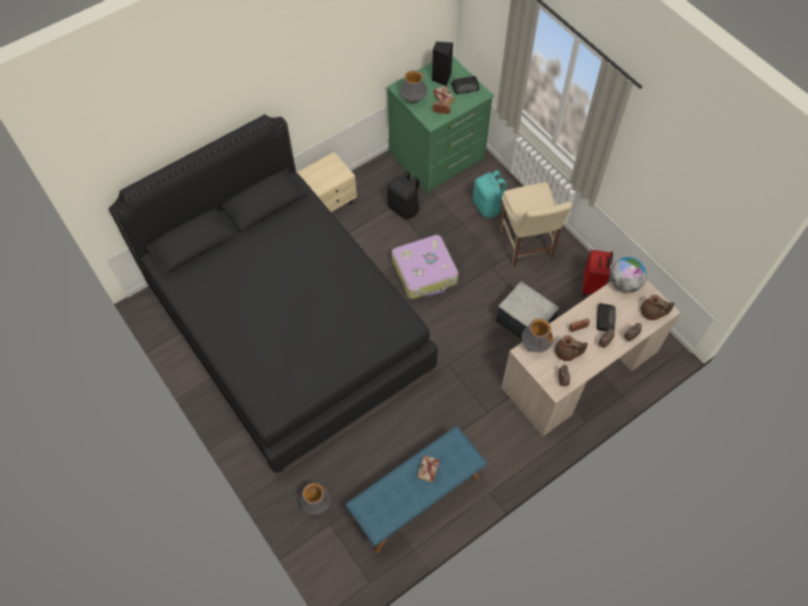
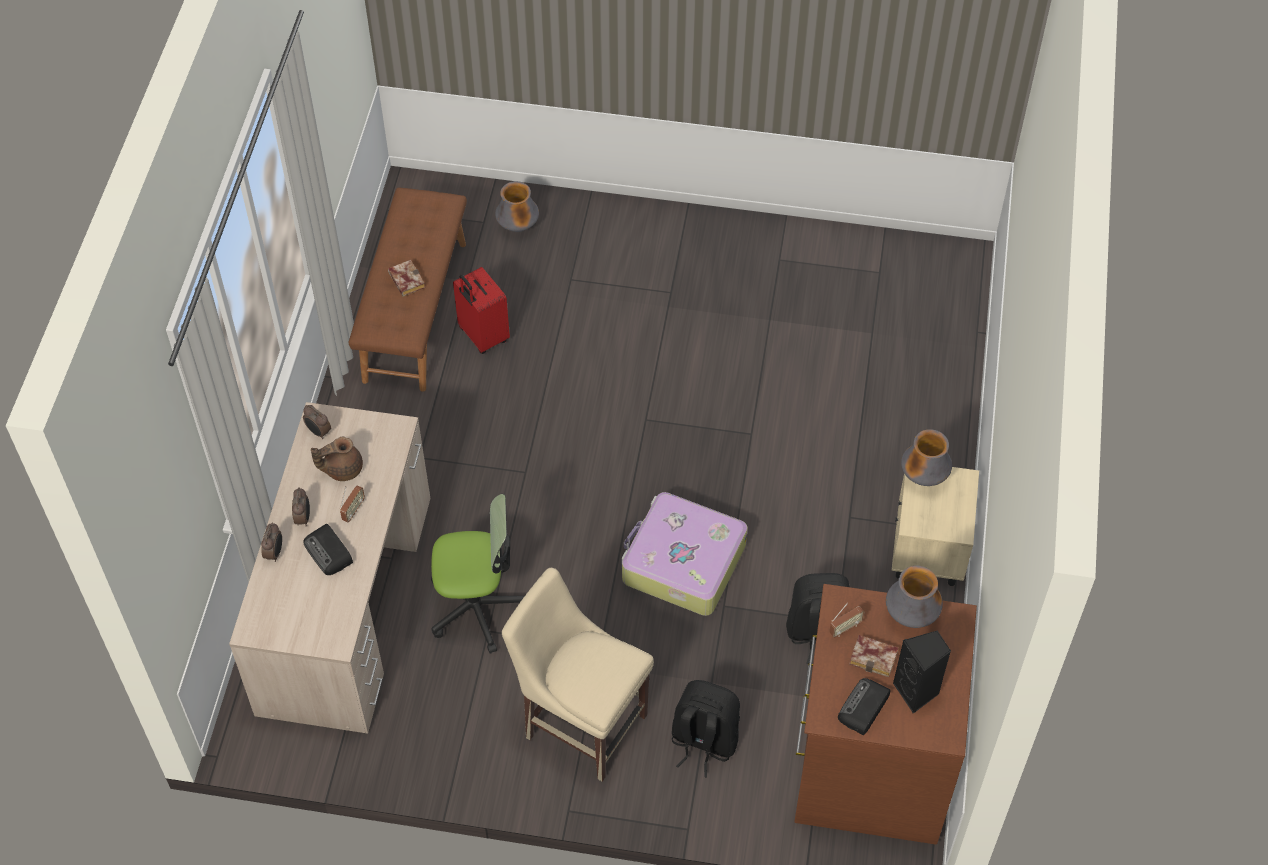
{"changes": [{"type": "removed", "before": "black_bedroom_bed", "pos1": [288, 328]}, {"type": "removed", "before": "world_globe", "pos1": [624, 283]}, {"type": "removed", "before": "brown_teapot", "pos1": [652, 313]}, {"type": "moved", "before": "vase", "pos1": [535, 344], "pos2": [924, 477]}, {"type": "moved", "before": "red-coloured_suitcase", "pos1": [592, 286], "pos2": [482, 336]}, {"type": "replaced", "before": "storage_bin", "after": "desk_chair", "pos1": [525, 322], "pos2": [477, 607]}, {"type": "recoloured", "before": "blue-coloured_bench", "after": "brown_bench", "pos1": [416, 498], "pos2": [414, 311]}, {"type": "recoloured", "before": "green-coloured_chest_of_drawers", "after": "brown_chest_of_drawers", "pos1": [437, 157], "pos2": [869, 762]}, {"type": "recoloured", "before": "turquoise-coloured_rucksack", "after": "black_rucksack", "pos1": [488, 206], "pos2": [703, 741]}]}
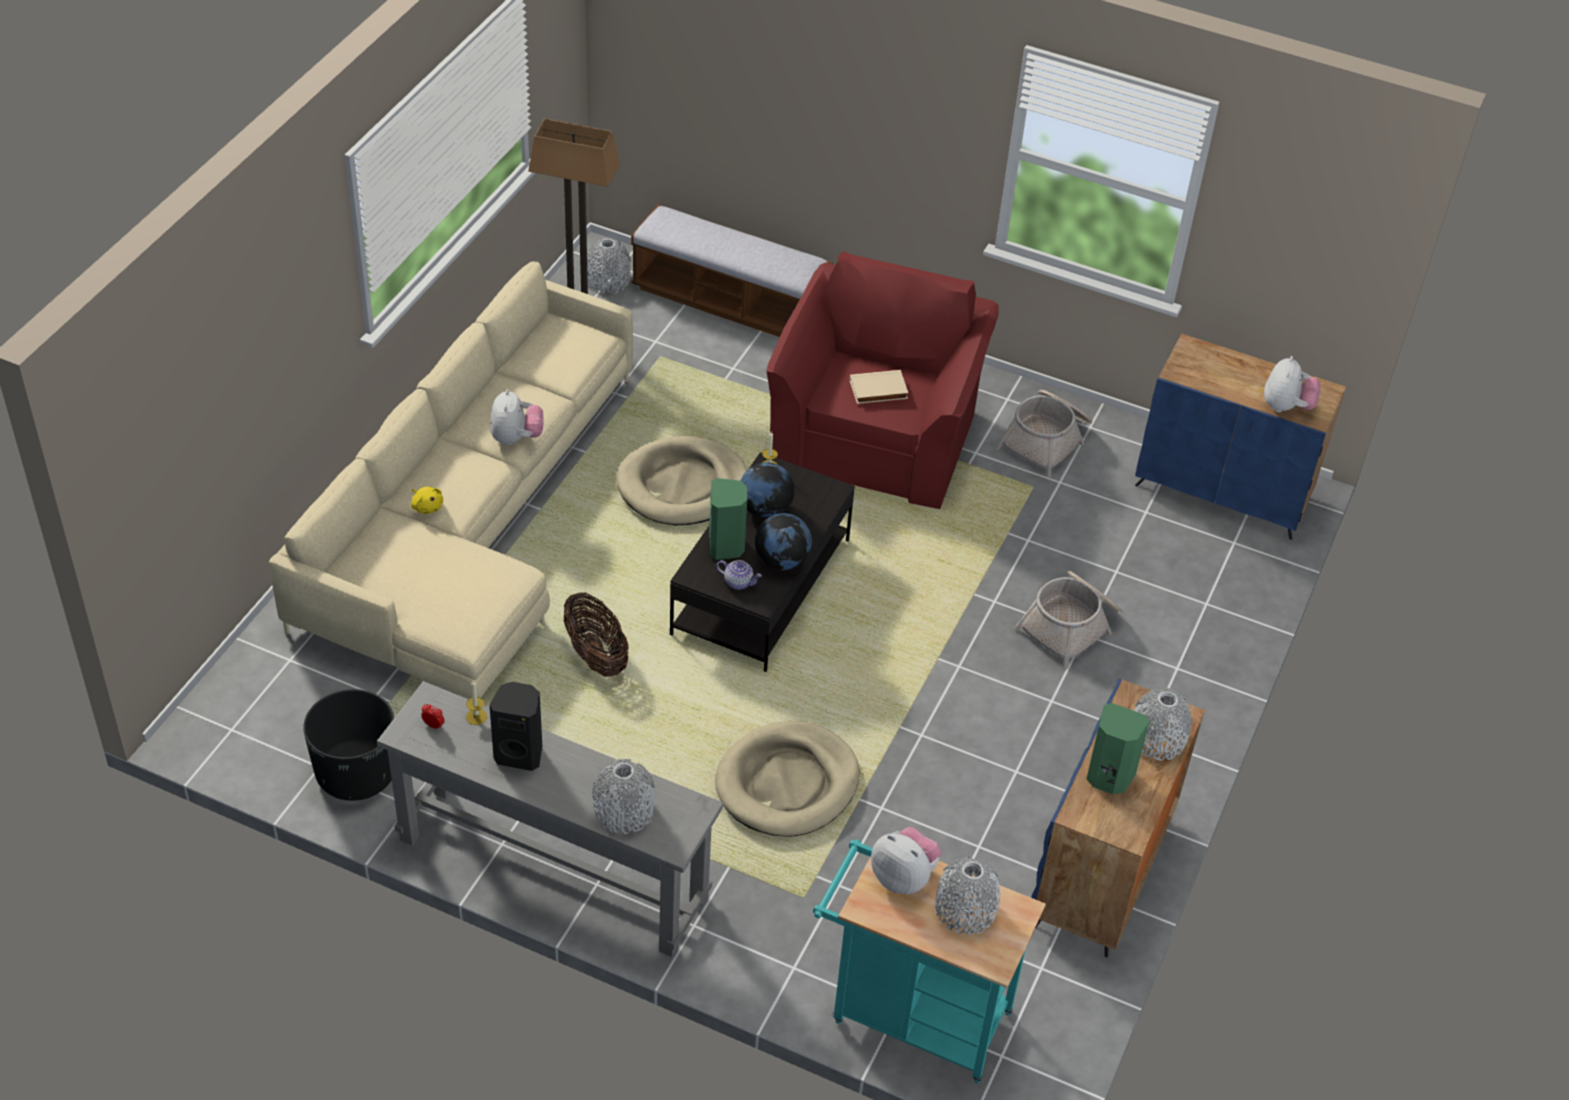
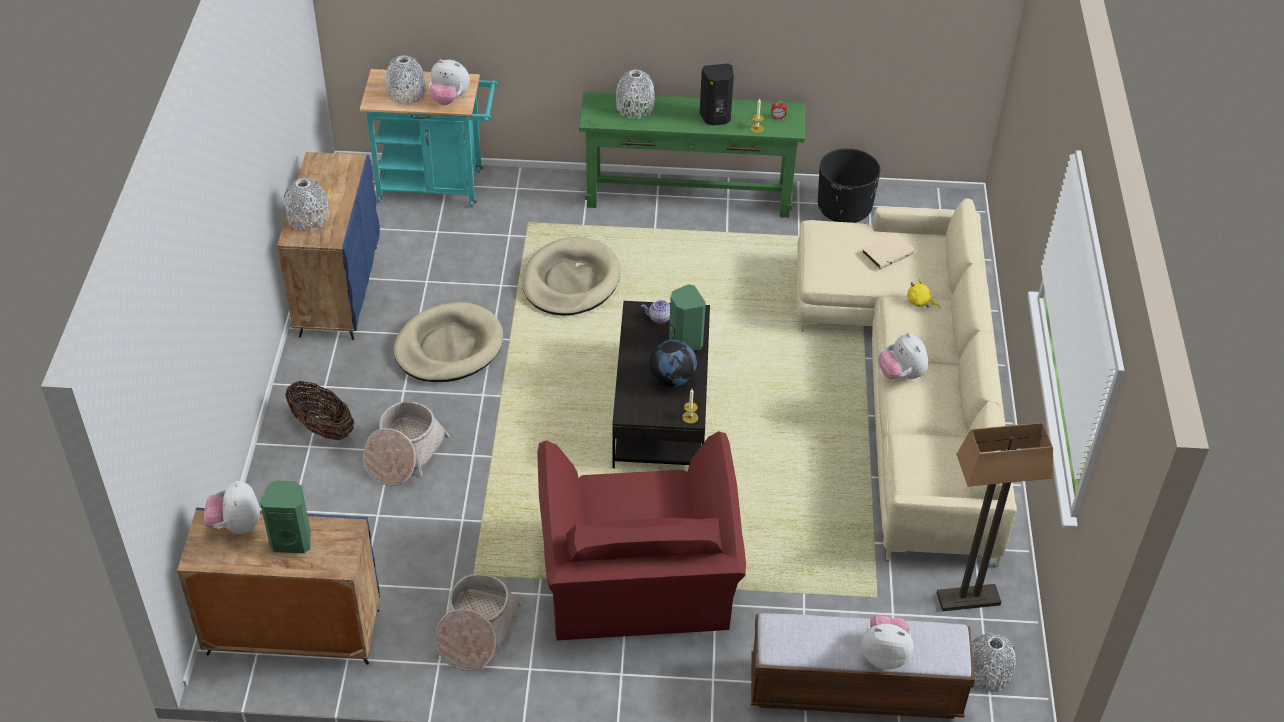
{"changes": [{"type": "removed", "before": "world_globe", "pos1": [782, 561]}, {"type": "added", "after": "soft_toy", "pos2": [884, 654]}, {"type": "moved", "before": "household_basket", "pos1": [596, 655], "pos2": [323, 428]}, {"type": "moved", "before": "beige-coloured_dog_cushion", "pos1": [683, 486], "pos2": [448, 347]}, {"type": "moved", "before": "beige-coloured_book", "pos1": [878, 390], "pos2": [886, 253]}, {"type": "moved", "before": "green-coloured_loudspeaker", "pos1": [1108, 777], "pos2": [292, 540]}, {"type": "recoloured", "before": "gray_console_table", "after": "green-coloured_console_table", "pos1": [553, 868], "pos2": [688, 195]}]}
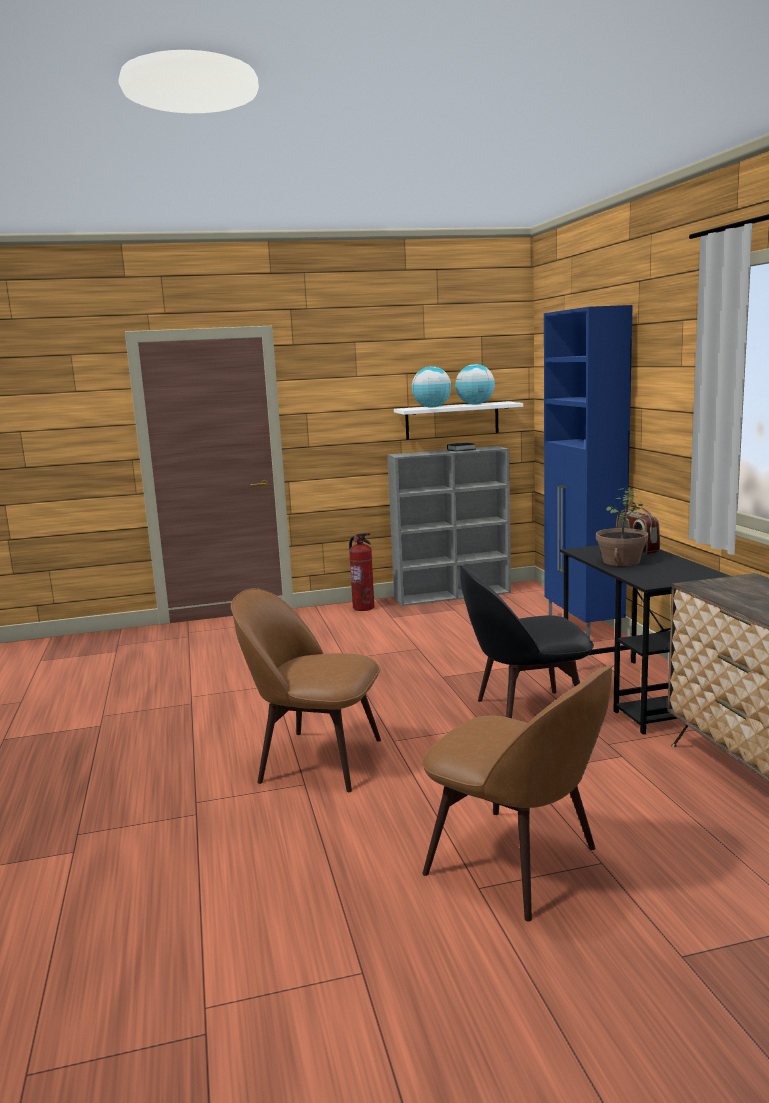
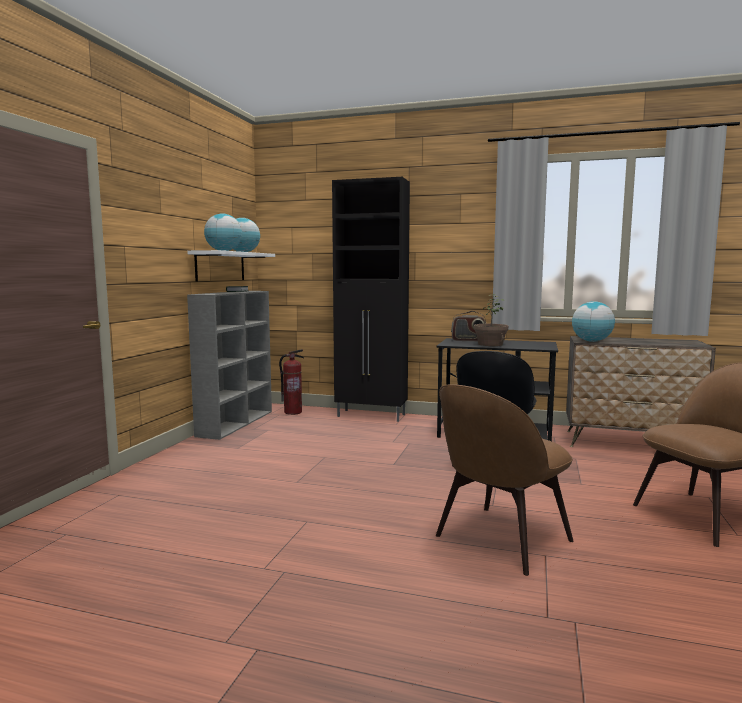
{"changes": [{"type": "added", "after": "world_globe", "pos2": [591, 341]}, {"type": "moved", "before": "extinguisher", "pos1": [363, 607], "pos2": [293, 412]}, {"type": "recoloured", "before": "blue-coloured_cupboard", "after": "black_cupboard", "pos1": [583, 627], "pos2": [372, 416]}]}
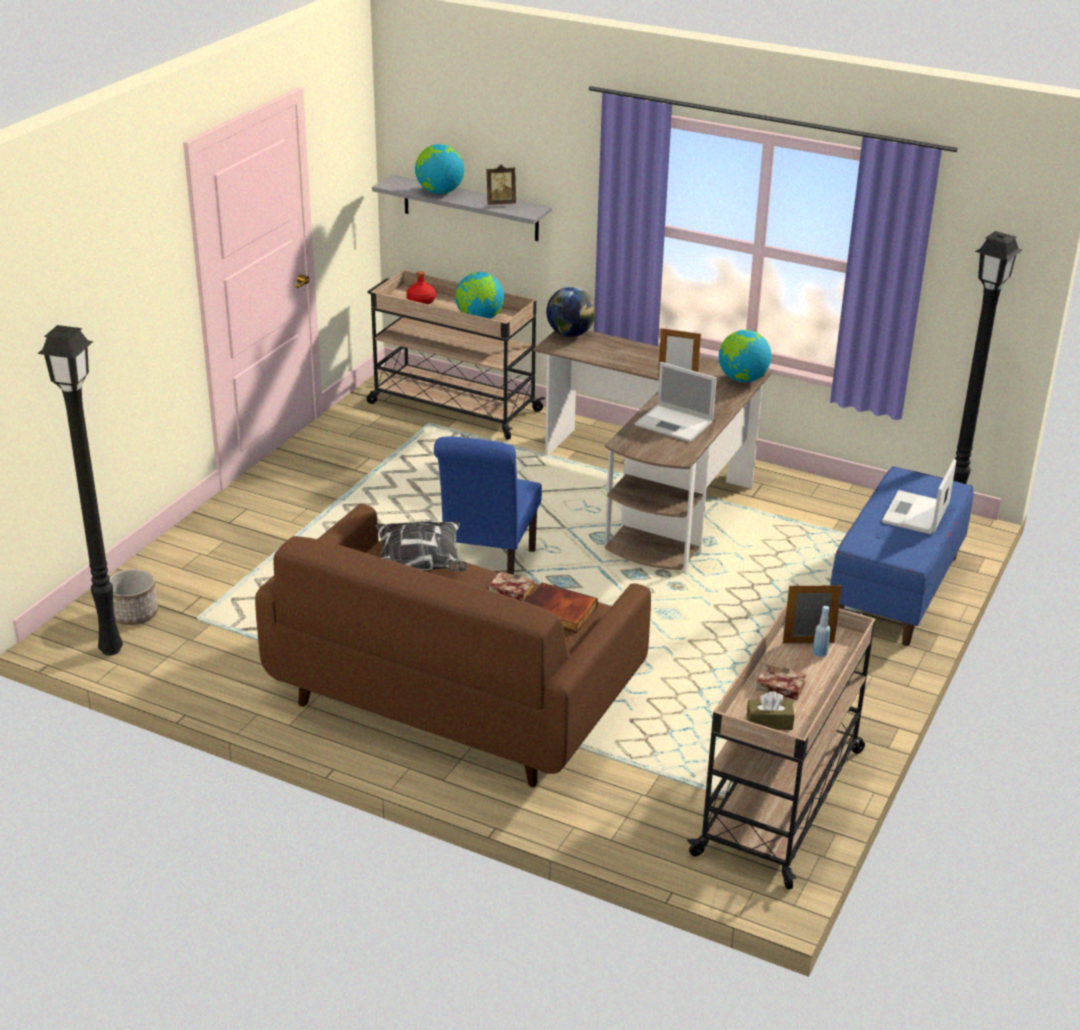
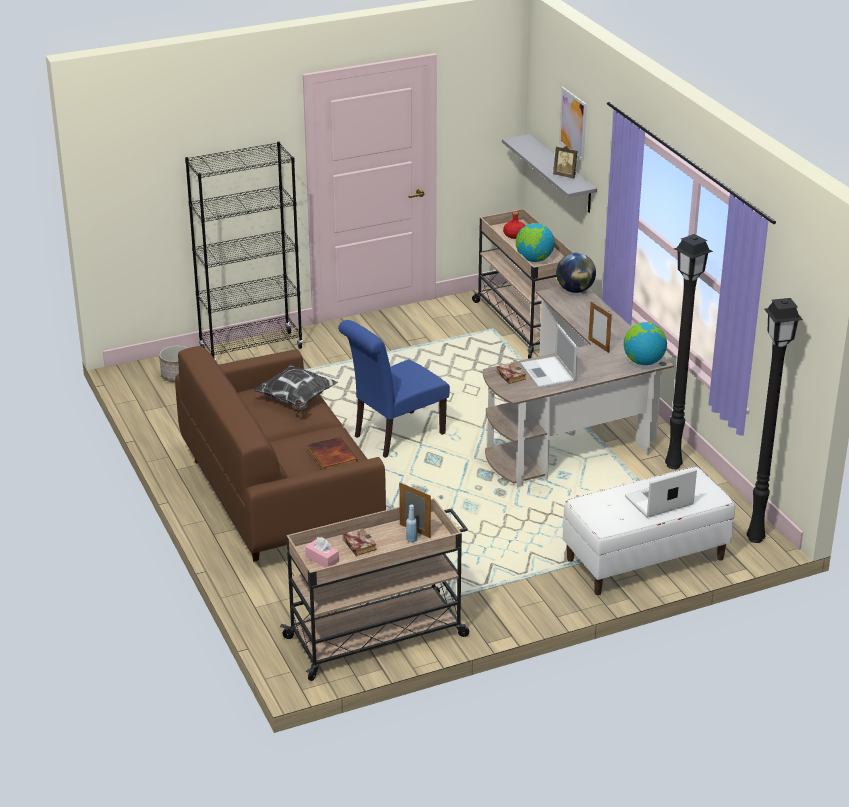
{"changes": [{"type": "removed", "before": "world_globe", "pos1": [439, 192]}, {"type": "added", "after": "black_shelving_unit", "pos2": [251, 349]}, {"type": "added", "after": "picture", "pos2": [573, 123]}, {"type": "moved", "before": "black_standing_lamp", "pos1": [109, 650], "pos2": [671, 465]}, {"type": "moved", "before": "book", "pos1": [509, 591], "pos2": [509, 375]}, {"type": "recoloured", "before": "brown_tissue_box", "after": "pink-coloured_tissue_box", "pos1": [769, 722], "pos2": [322, 559]}, {"type": "recoloured", "before": "blue-coloured_bench", "after": "white-coloured_bench", "pos1": [896, 590], "pos2": [645, 560]}]}
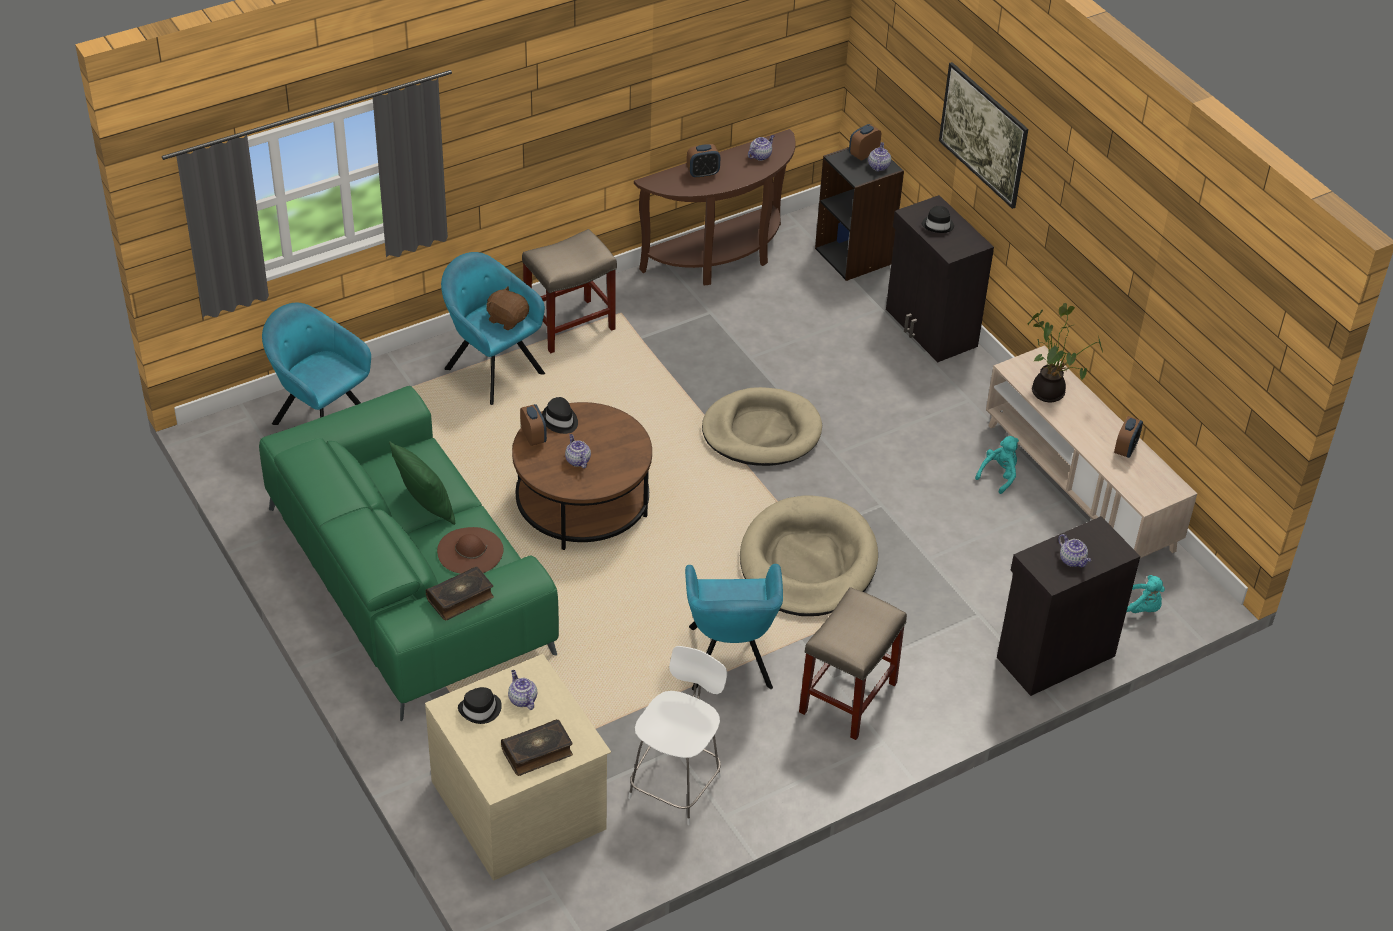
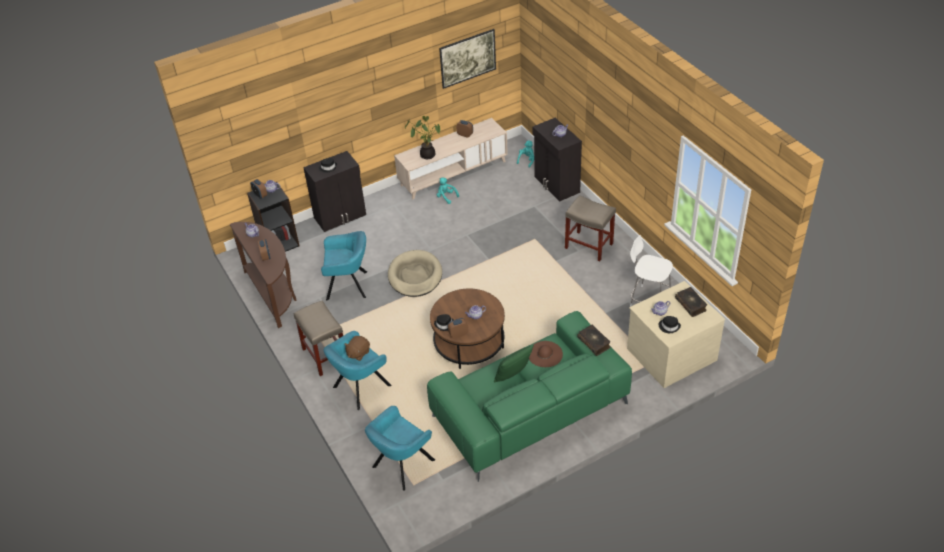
{"changes": [{"type": "removed", "before": "beige-coloured_dog_cushion", "pos1": [808, 562]}, {"type": "moved", "before": "turquoise-coloured_easy_chair", "pos1": [730, 661], "pos2": [349, 285]}, {"type": "moved", "before": "picture", "pos1": [980, 154], "pos2": [468, 68]}]}
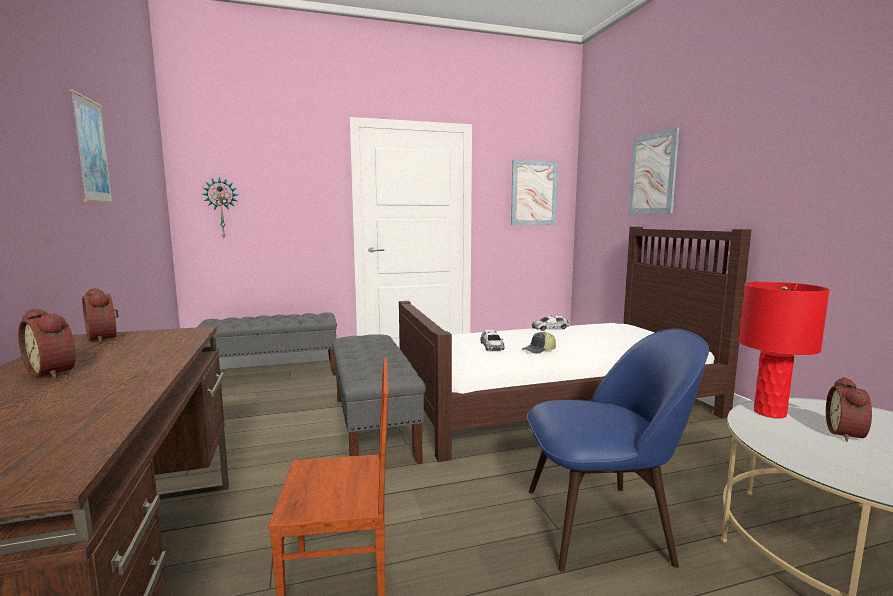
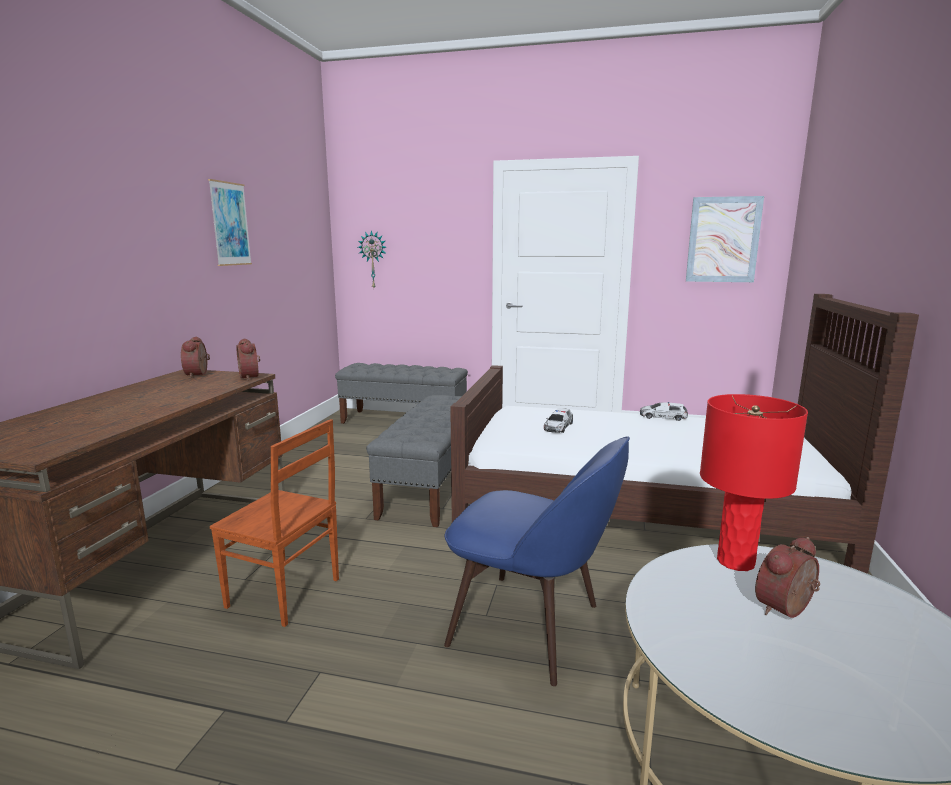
{"changes": [{"type": "removed", "before": "baseball_cap", "pos1": [539, 351]}, {"type": "removed", "before": "picture", "pos1": [652, 174]}, {"type": "moved", "before": "bedside_clock", "pos1": [55, 372], "pos2": [251, 377]}]}
